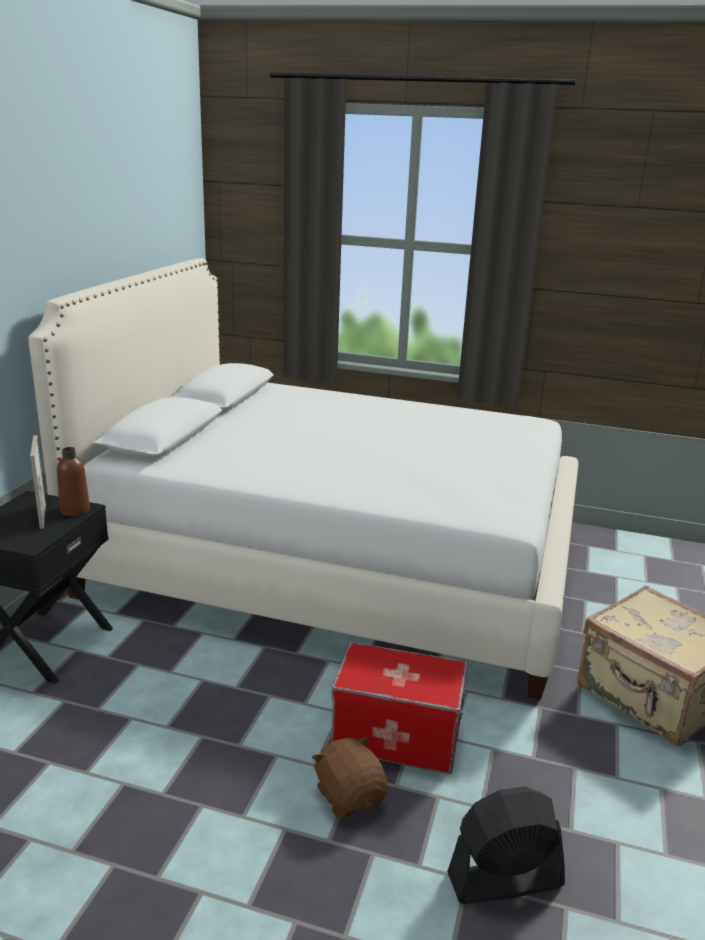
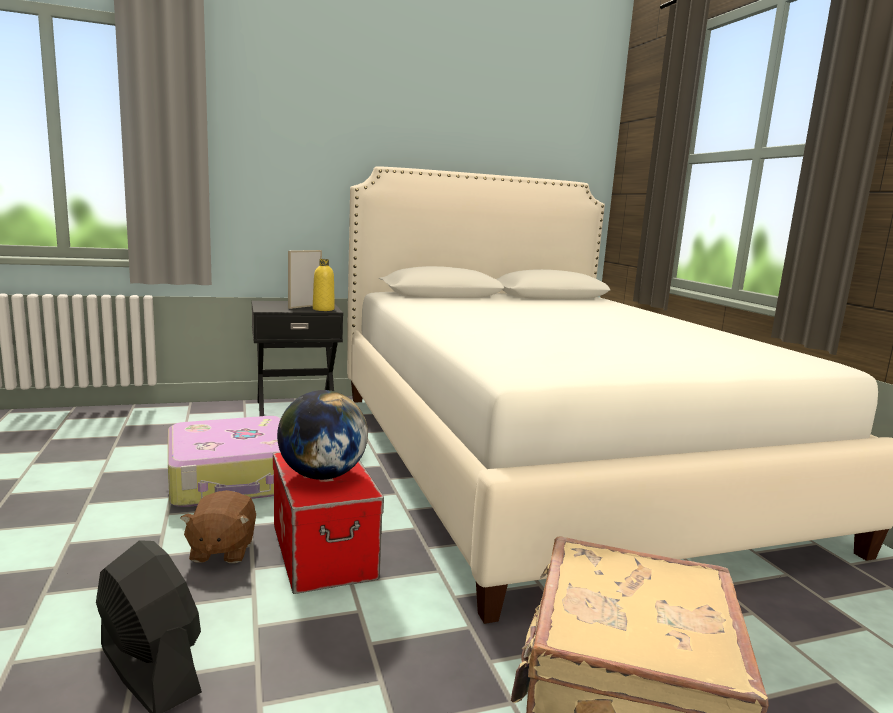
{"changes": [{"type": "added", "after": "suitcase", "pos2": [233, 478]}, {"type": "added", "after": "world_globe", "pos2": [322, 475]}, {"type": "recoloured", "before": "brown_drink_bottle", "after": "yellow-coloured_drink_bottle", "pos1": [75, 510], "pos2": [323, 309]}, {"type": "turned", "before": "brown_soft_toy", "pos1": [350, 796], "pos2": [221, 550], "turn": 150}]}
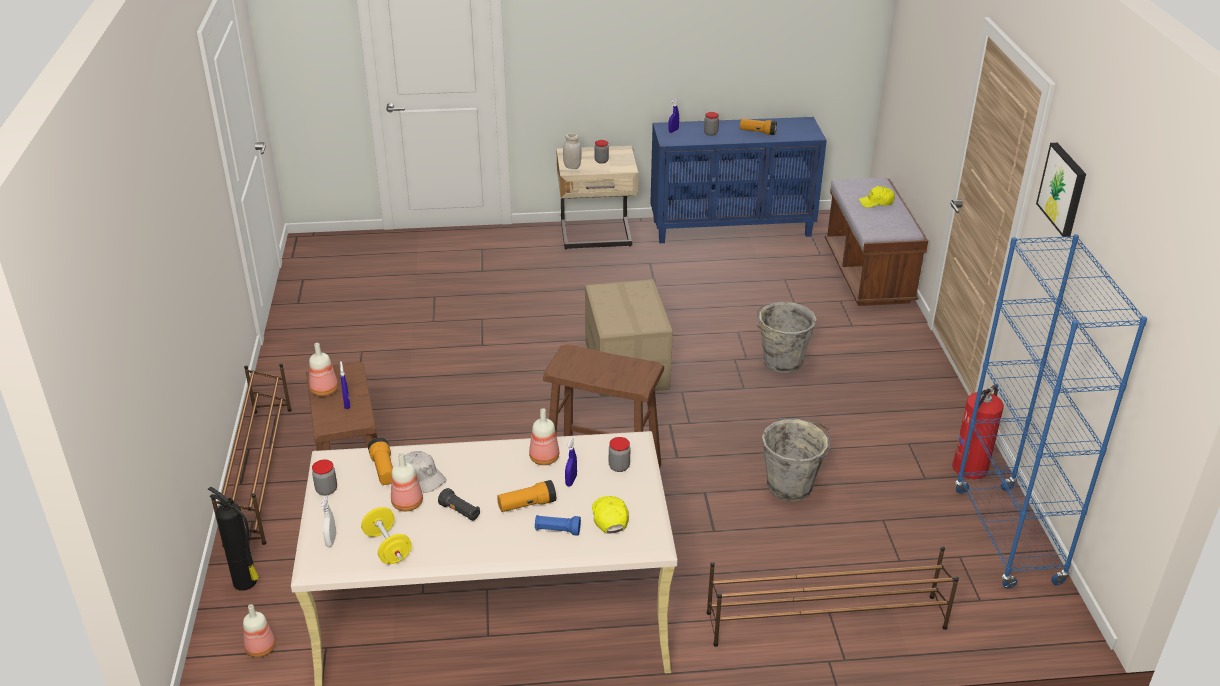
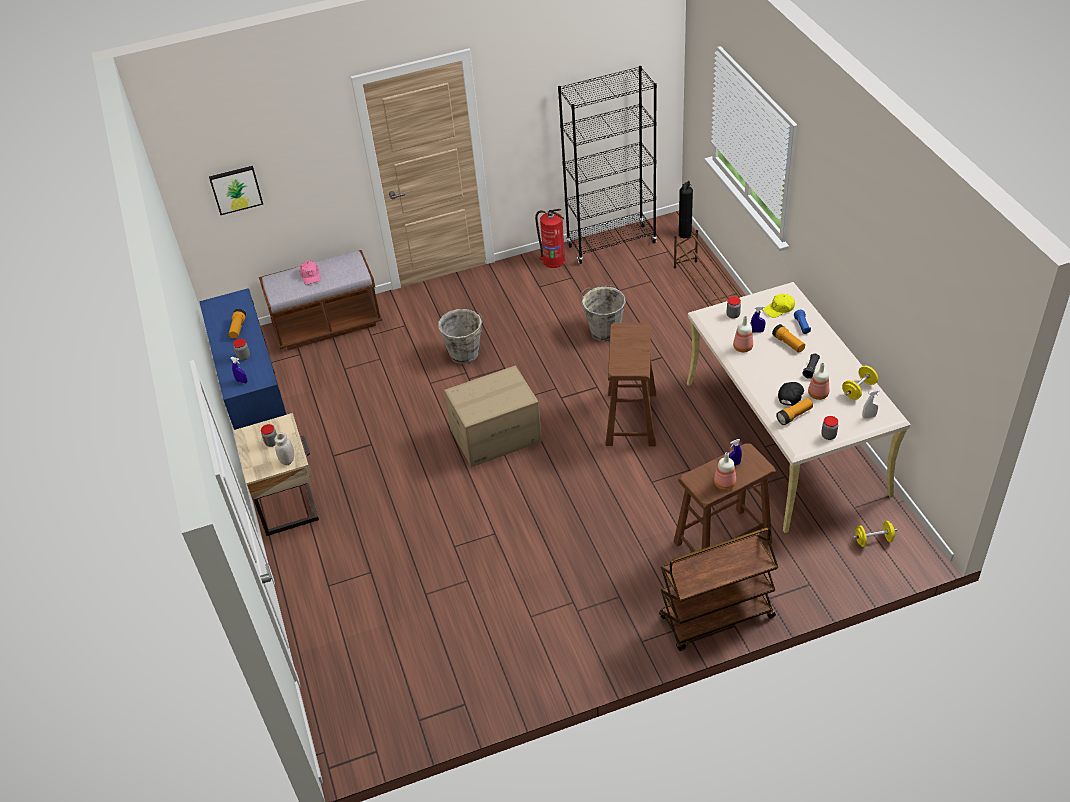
{"changes": [{"type": "moved", "before": "extinguisher", "pos1": [246, 583], "pos2": [685, 234]}, {"type": "moved", "before": "picture", "pos1": [1063, 189], "pos2": [236, 189]}, {"type": "replaced", "before": "brown_shoe_shelf", "after": "brown_wheeled_cart", "pos1": [260, 472], "pos2": [716, 618]}, {"type": "replaced", "before": "drink_bottle", "after": "yellow-coloured_hand_weight", "pos1": [260, 648], "pos2": [873, 540]}, {"type": "recoloured", "before": "white-coloured_baseball_cap", "after": "black_baseball_cap", "pos1": [422, 476], "pos2": [790, 395]}, {"type": "recoloured", "before": "yellow-coloured_baseball_cap", "after": "pink-coloured_baseball_cap", "pos1": [876, 202], "pos2": [311, 276]}, {"type": "recoloured", "before": "blue-coloured_shelving_unit", "after": "black_shelving_unit", "pos1": [1007, 536], "pos2": [611, 244]}]}
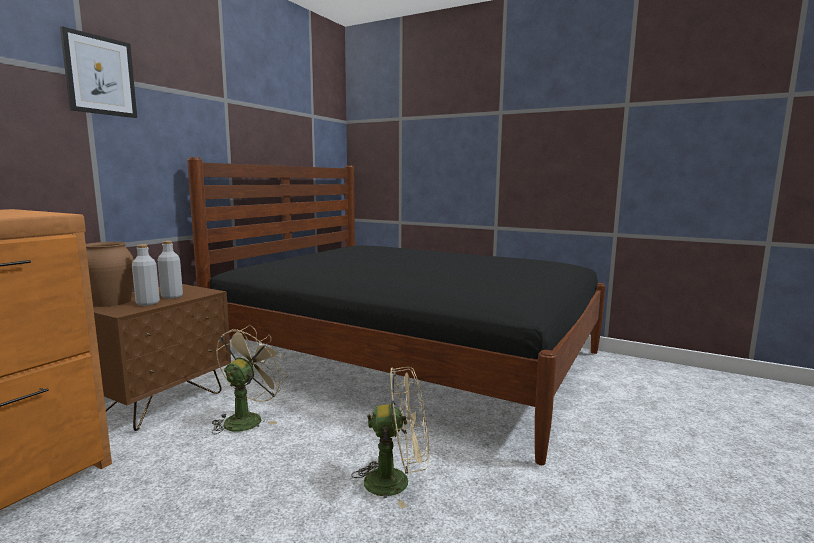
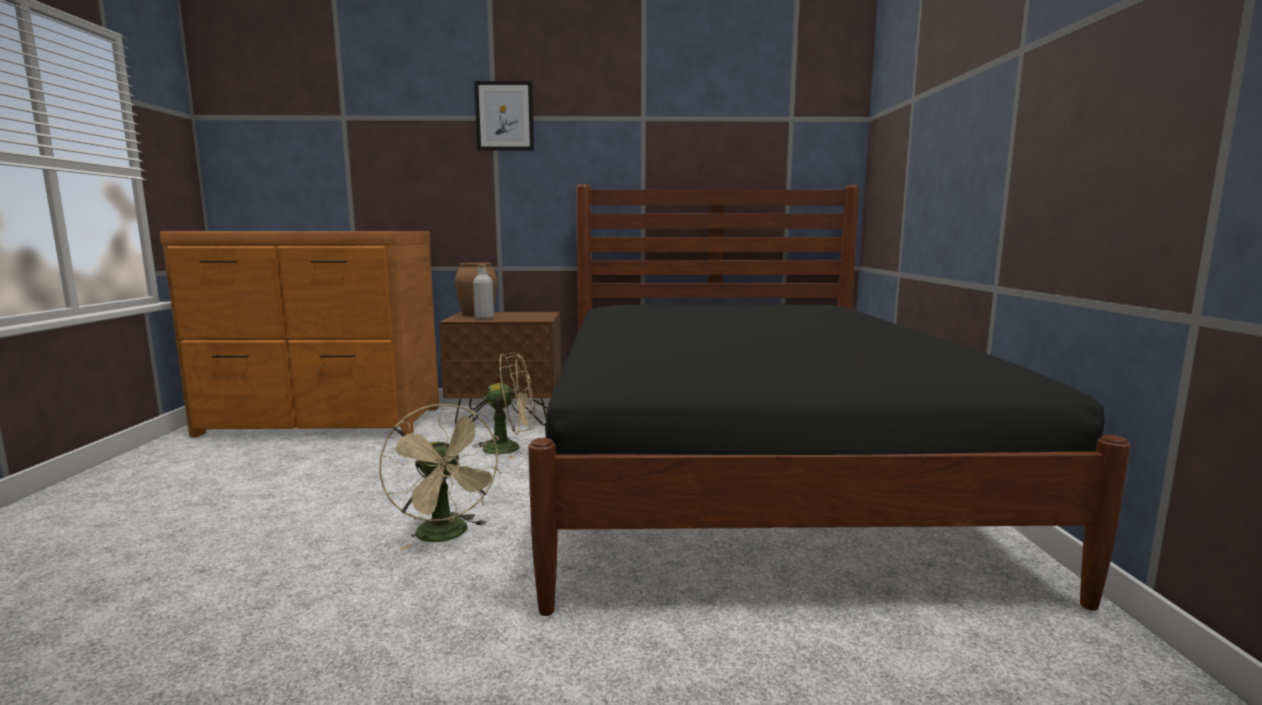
{"changes": [{"type": "removed", "before": "gray_drink_bottle", "pos1": [172, 296]}]}
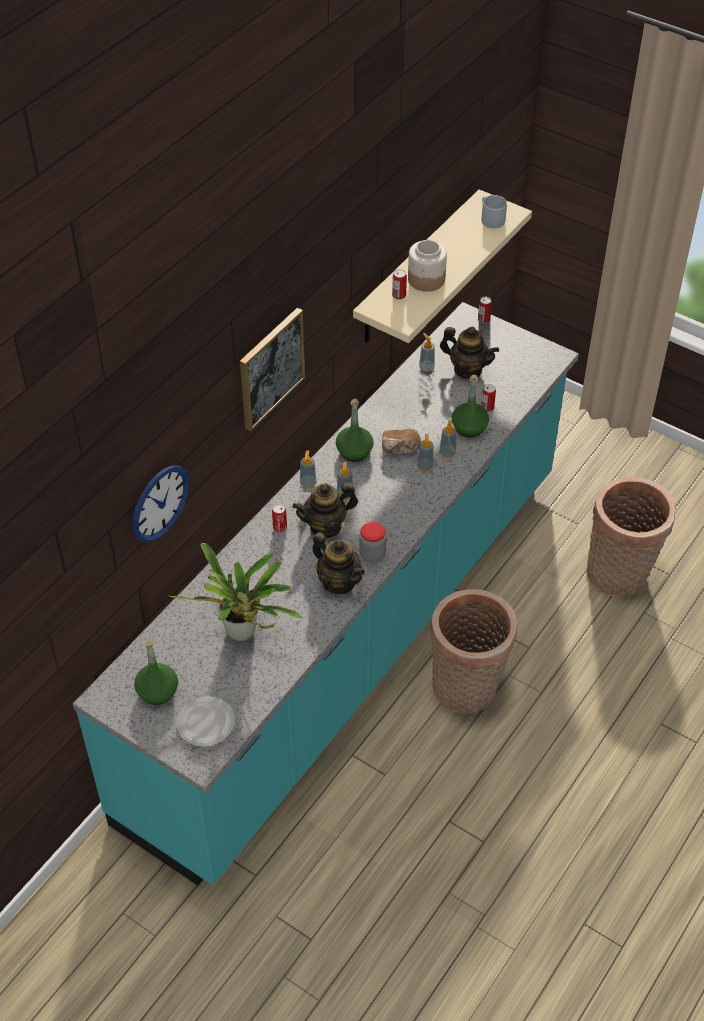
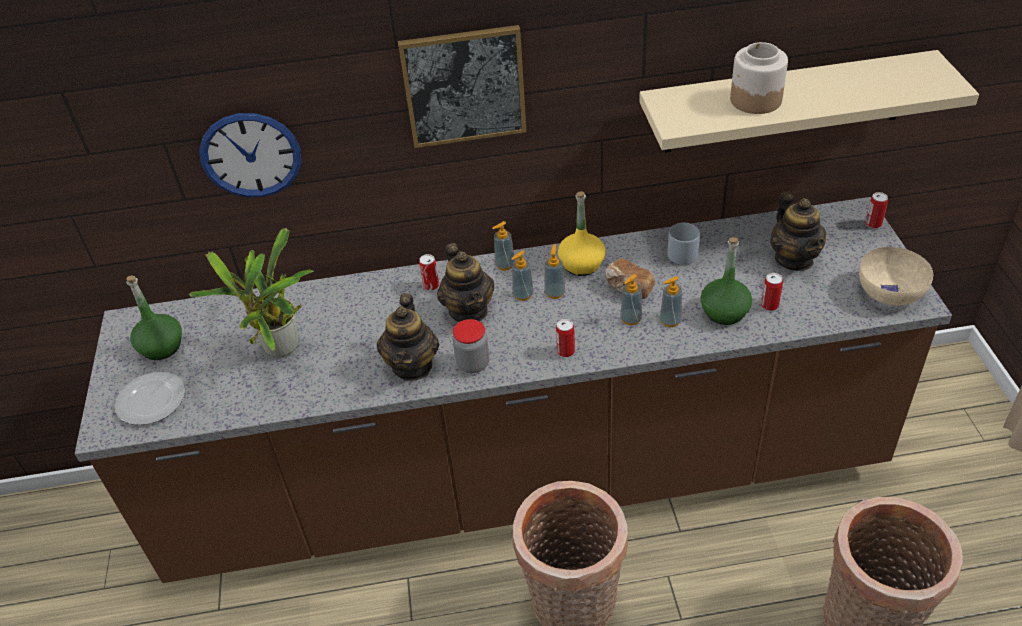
{"changes": [{"type": "added", "after": "beige-coloured_serving_bowl", "pos2": [889, 292]}, {"type": "moved", "before": "sealed_can", "pos1": [399, 295], "pos2": [565, 351]}, {"type": "moved", "before": "liquid_soap_bottle", "pos1": [426, 367], "pos2": [555, 293]}, {"type": "moved", "before": "gray_tea_mug", "pos1": [490, 218], "pos2": [683, 251]}, {"type": "recoloured", "before": "turquoise-coloured_kitchen_counter", "after": "brown_kitchen_counter", "pos1": [351, 641], "pos2": [525, 479]}, {"type": "recoloured", "before": "green-coloured_drink_bottle", "after": "yellow-coloured_drink_bottle", "pos1": [354, 452], "pos2": [581, 264]}, {"type": "turned", "before": "teapot", "pos1": [326, 526], "pos2": [469, 310], "turn": -135}]}
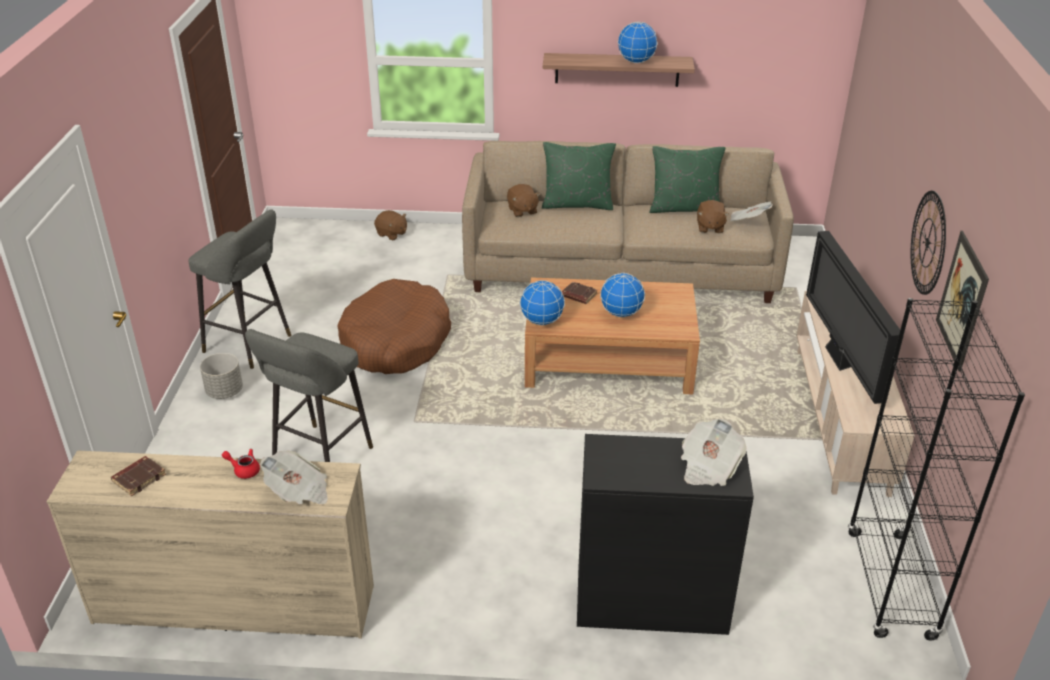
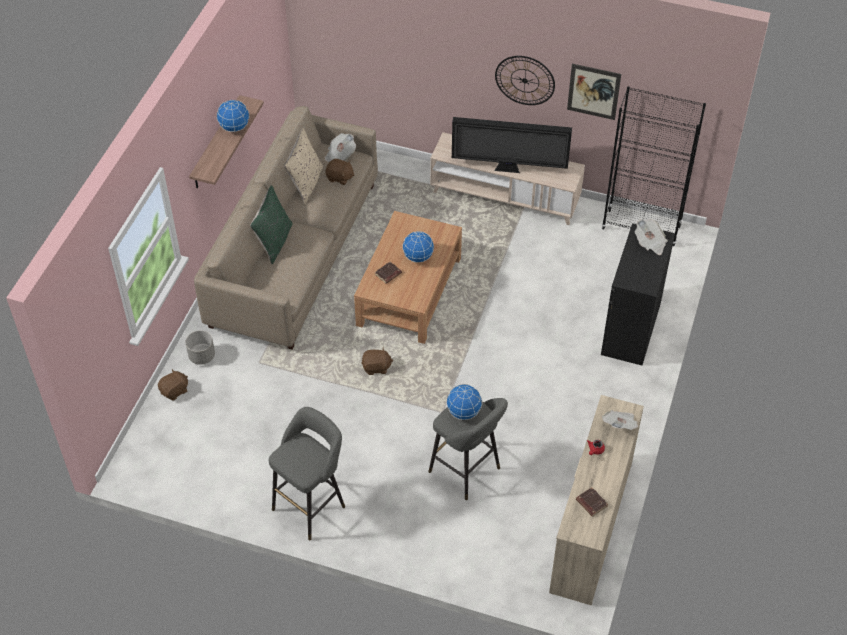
{"changes": [{"type": "removed", "before": "brown_dog_cushion", "pos1": [395, 341]}, {"type": "moved", "before": "gray_planter", "pos1": [225, 391], "pos2": [202, 356]}, {"type": "moved", "before": "brown_soft_toy", "pos1": [522, 211], "pos2": [376, 367]}, {"type": "moved", "before": "world_globe", "pos1": [542, 321], "pos2": [464, 412]}, {"type": "recoloured", "before": "green-coloured_pillow", "after": "beige-coloured_pillow", "pos1": [684, 208], "pos2": [305, 183]}]}
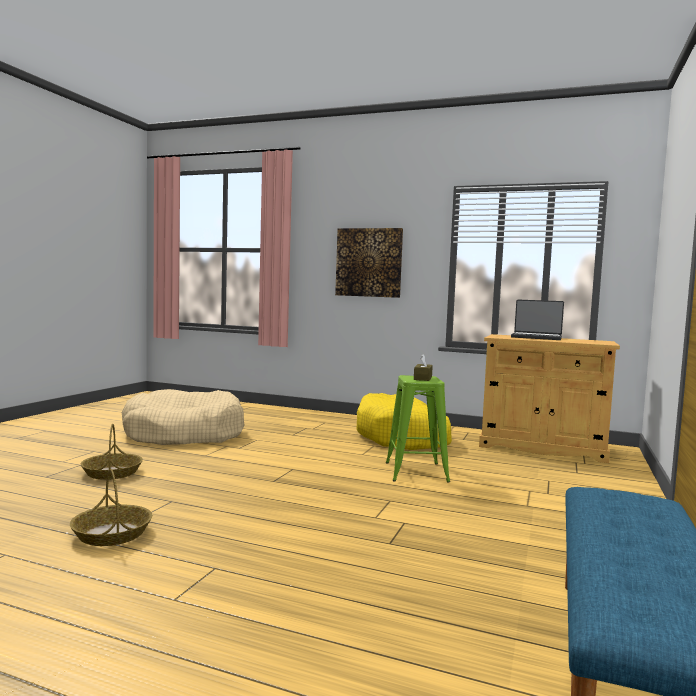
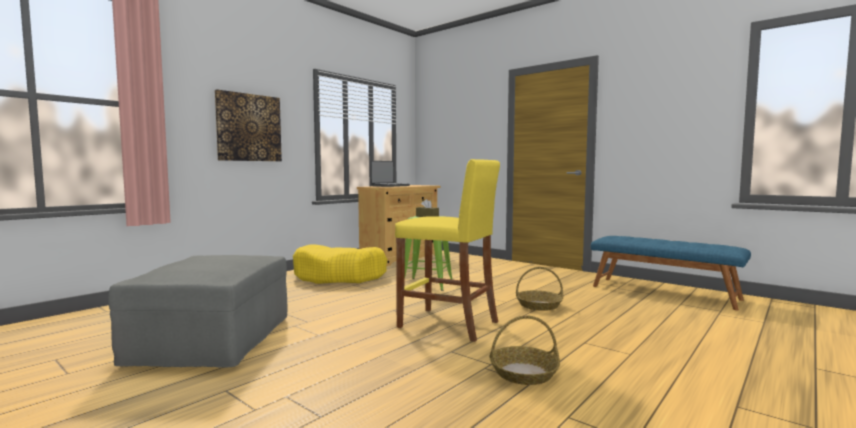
{"changes": [{"type": "added", "after": "yellow-coloured_stool", "pos2": [448, 324]}, {"type": "moved", "before": "household_basket", "pos1": [112, 473], "pos2": [539, 305]}, {"type": "replaced", "before": "beige-coloured_dog_cushion", "after": "gray_footrest", "pos1": [184, 434], "pos2": [212, 341]}]}
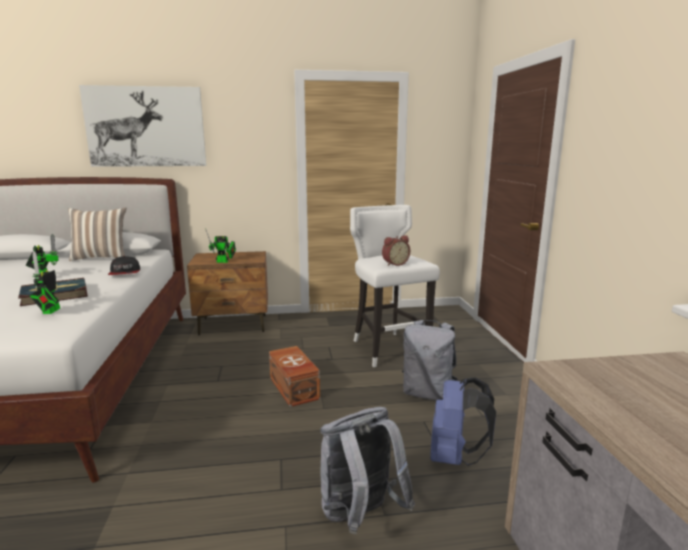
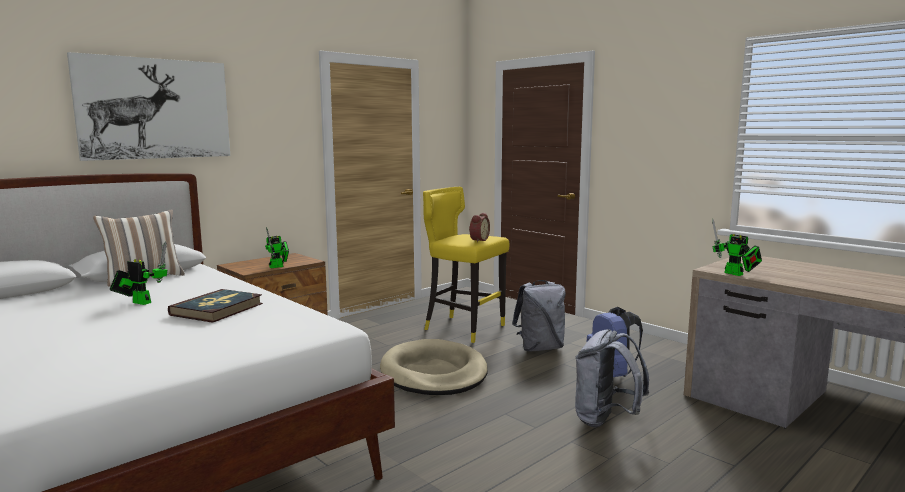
{"changes": [{"type": "removed", "before": "baseball_cap", "pos1": [125, 273]}, {"type": "moved", "before": "toy_robot", "pos1": [49, 312], "pos2": [736, 274]}, {"type": "replaced", "before": "brown_storage_bin", "after": "beige-coloured_dog_cushion", "pos1": [293, 388], "pos2": [434, 373]}, {"type": "recoloured", "before": "white-coloured_stool", "after": "yellow-coloured_stool", "pos1": [388, 348], "pos2": [463, 328]}]}
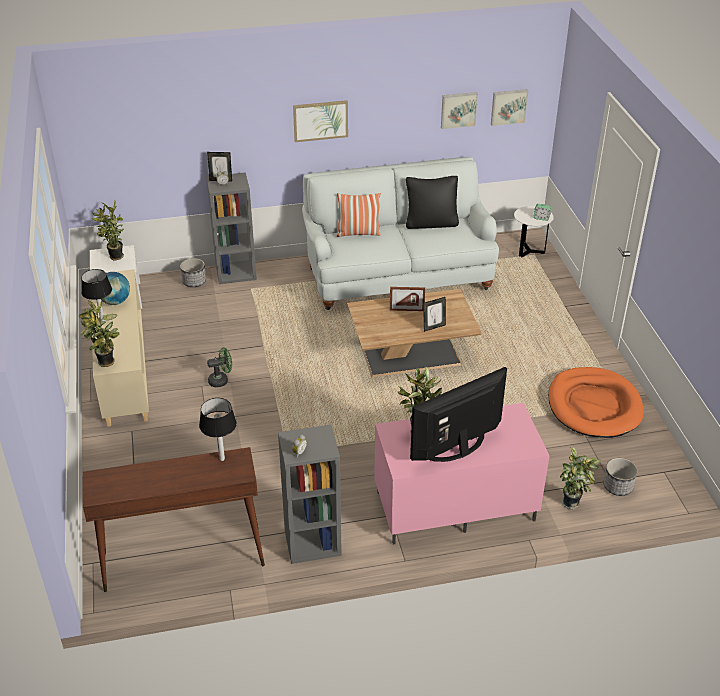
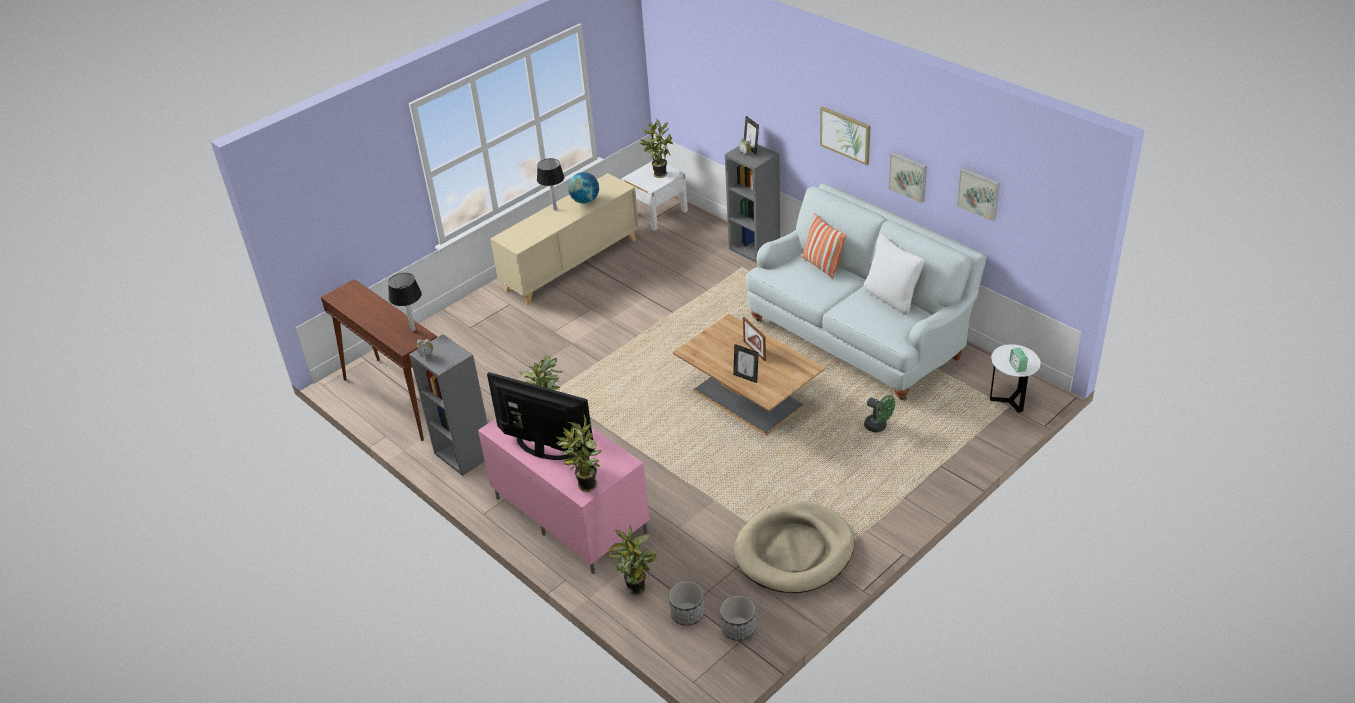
{"changes": [{"type": "moved", "before": "houseplant", "pos1": [106, 363], "pos2": [585, 486]}, {"type": "moved", "before": "planter", "pos1": [194, 282], "pos2": [738, 628]}, {"type": "moved", "before": "green-coloured_fan", "pos1": [221, 380], "pos2": [878, 426]}, {"type": "moved", "before": "picture", "pos1": [508, 106], "pos2": [908, 176]}, {"type": "recoloured", "before": "black_pillow", "after": "white-coloured_pillow", "pos1": [431, 223], "pos2": [892, 298]}, {"type": "recoloured", "before": "orangey_dog_cushion", "after": "beige-coloured_dog_cushion", "pos1": [594, 406], "pos2": [794, 551]}]}
